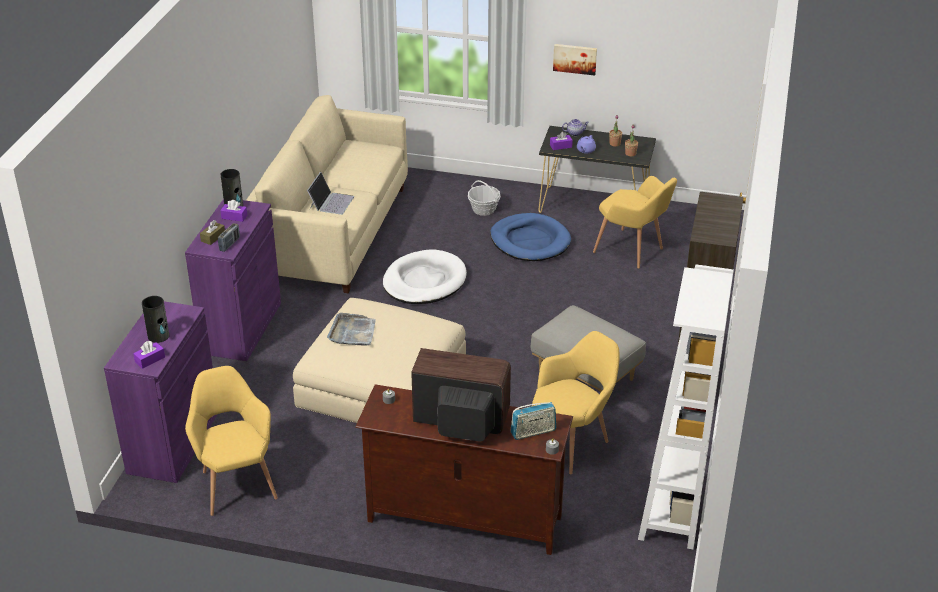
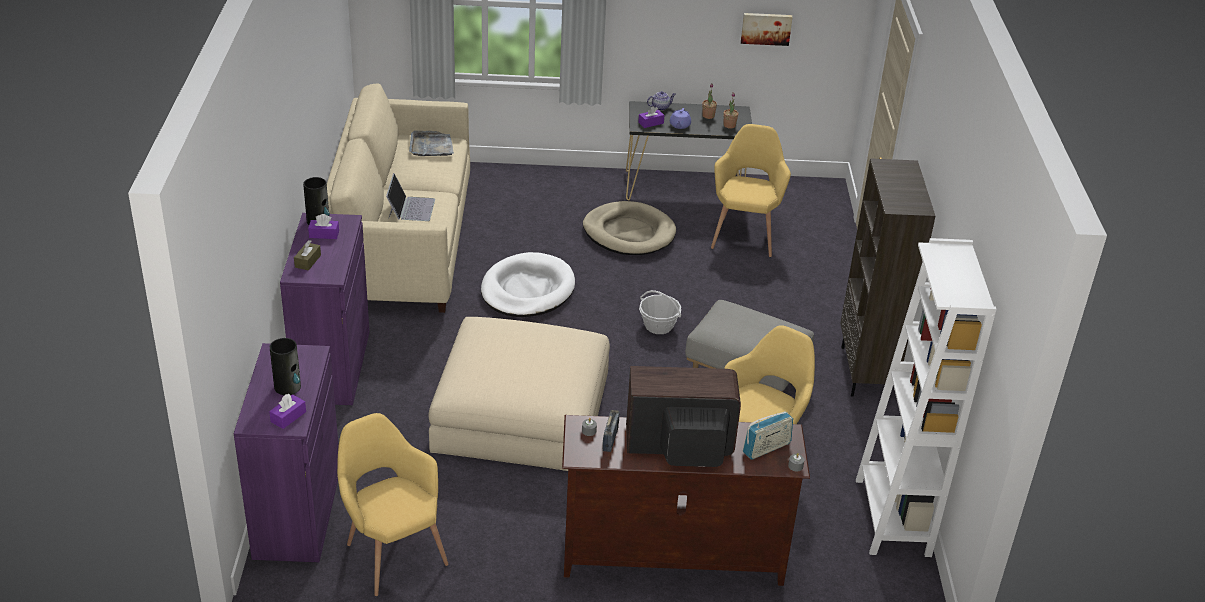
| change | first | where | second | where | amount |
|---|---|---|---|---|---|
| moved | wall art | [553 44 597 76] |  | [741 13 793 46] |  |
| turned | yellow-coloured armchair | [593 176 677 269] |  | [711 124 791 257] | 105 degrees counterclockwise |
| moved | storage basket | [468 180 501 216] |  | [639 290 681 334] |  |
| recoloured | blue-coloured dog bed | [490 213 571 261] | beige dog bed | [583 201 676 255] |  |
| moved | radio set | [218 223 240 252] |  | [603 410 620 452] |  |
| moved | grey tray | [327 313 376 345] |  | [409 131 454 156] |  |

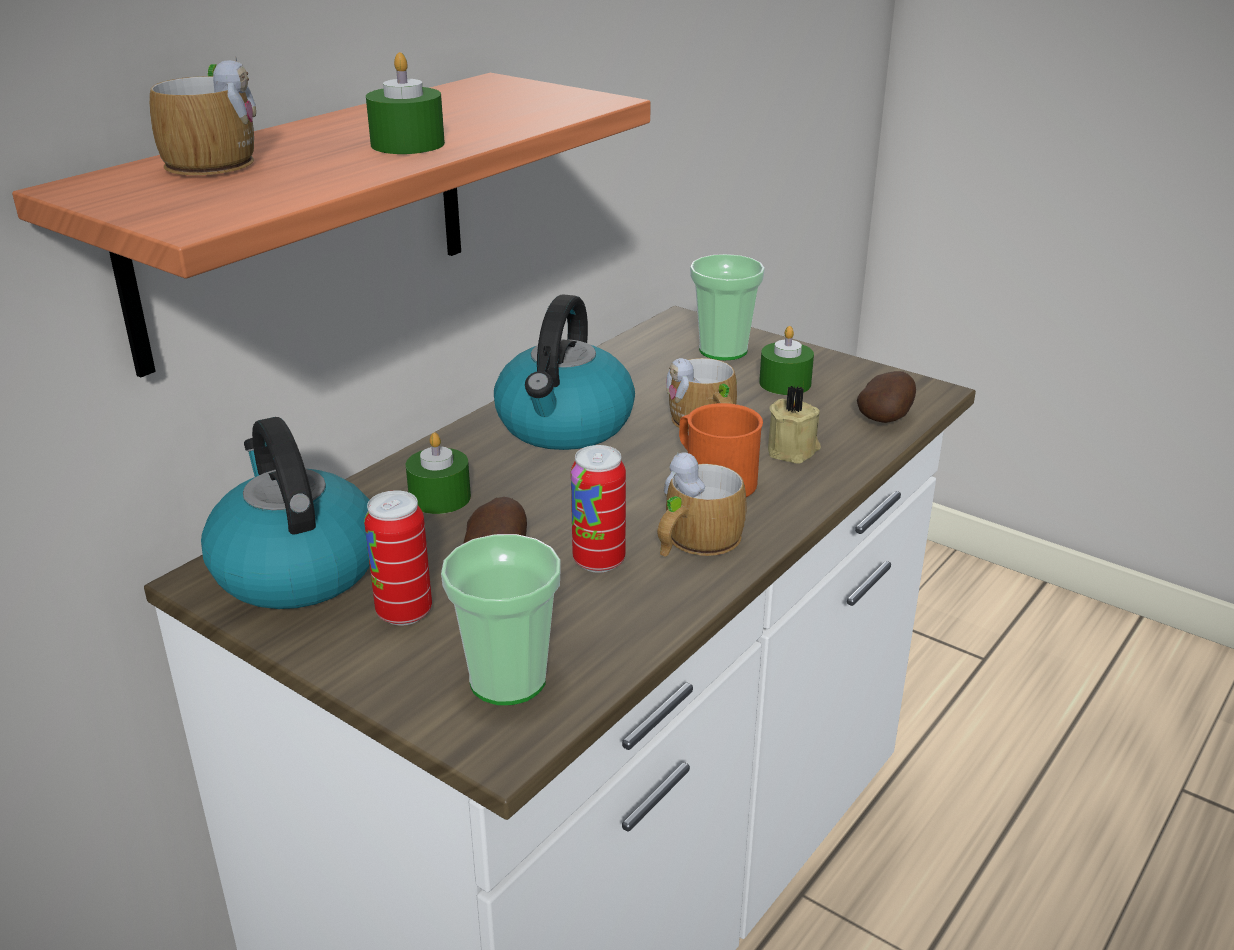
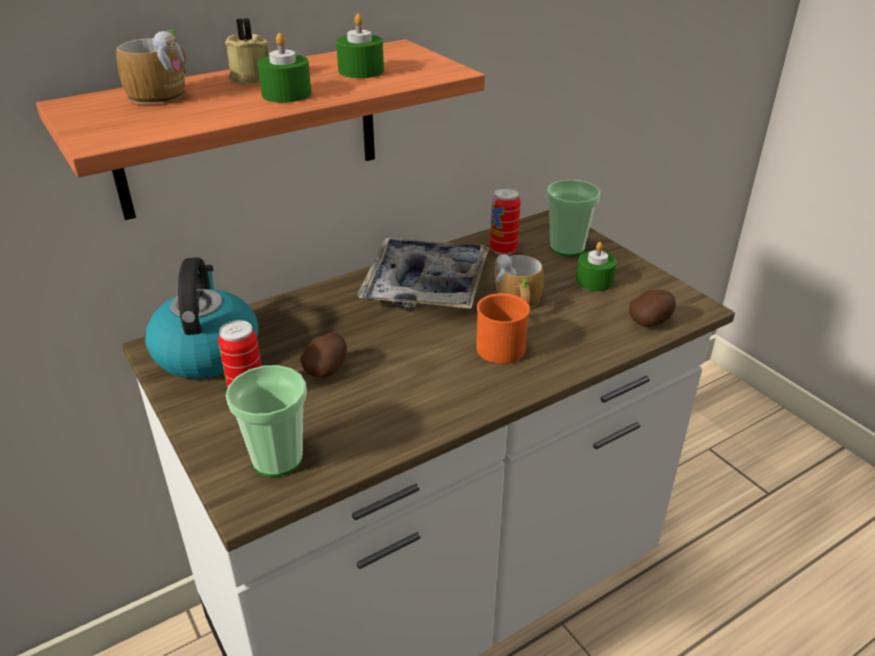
| change | first | where | second | where | amount |
|---|---|---|---|---|---|
| replaced | water kettle | [494 294 635 450] | tray | [357 238 489 309] |  |
| moved | beige candle | [768 385 821 464] |  | [225 18 269 85] |  |
| moved | green-coloured candle | [406 432 471 514] |  | [336 14 384 78] |  |
| moved | can | [571 445 626 573] |  | [490 188 521 255] |  |
| removed | coffee mug | [657 452 746 557] |  |  |  |

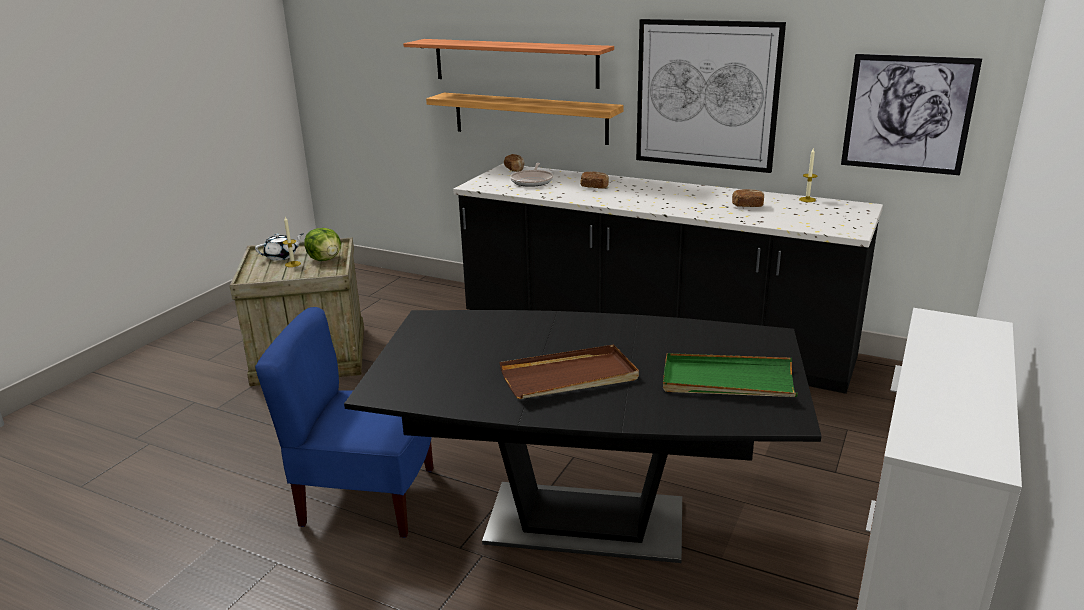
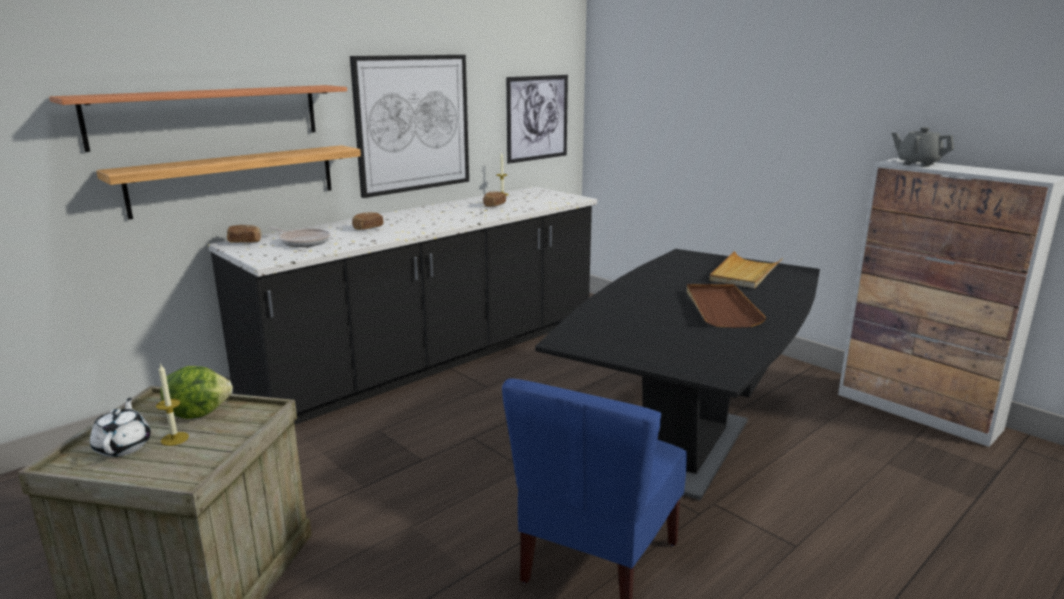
| change | first | where | second | where | amount |
|---|---|---|---|---|---|
| recoloured | green-coloured tray | [663 353 798 397] | beige tray | [710 251 783 288] |  |
| added |  |  | grey pot for tea | [892 127 954 167] |  |

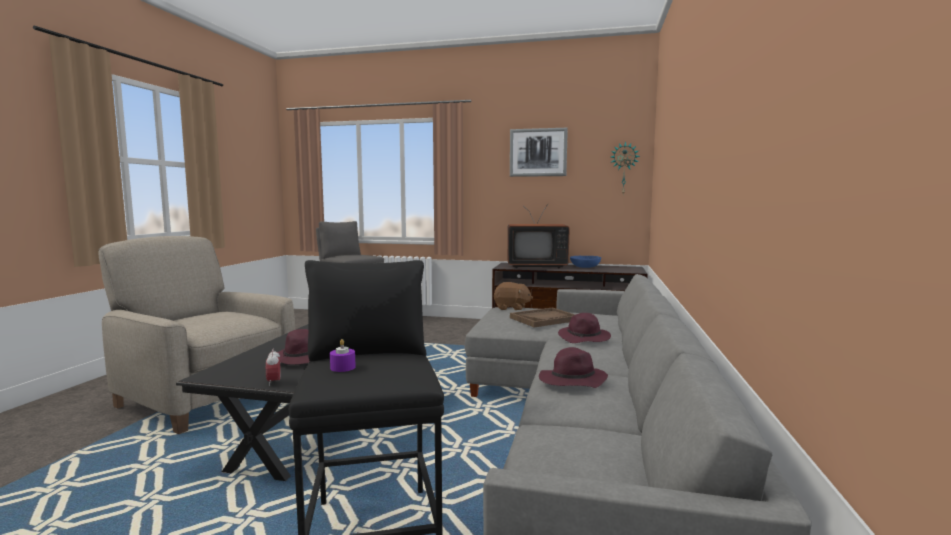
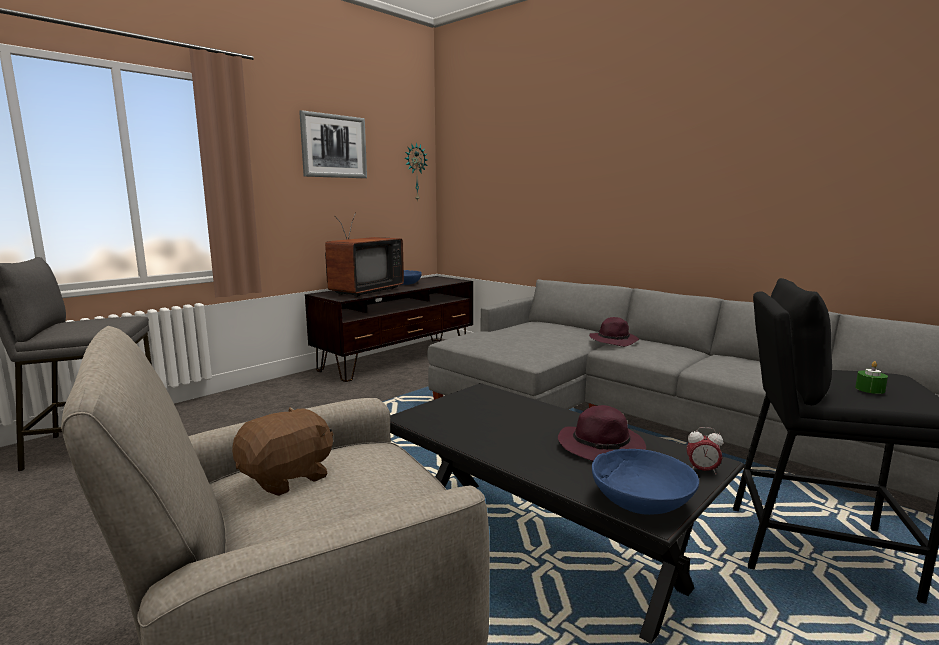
| change | first | where | second | where | amount |
|---|---|---|---|---|---|
| moved | brown-coloured cuddly toy | [494 282 533 310] |  | [232 407 333 496] |  |
| removed | brown-coloured tray | [510 307 575 328] |  |  |  |
| recoloured | purple-coloured candle | [330 339 356 372] | green-coloured candle | [855 361 888 394] |  |
| removed | purple-coloured wearable hat | [539 347 608 388] |  |  |  |
| added |  |  | blue-coloured deep dish | [592 449 699 515] |  |

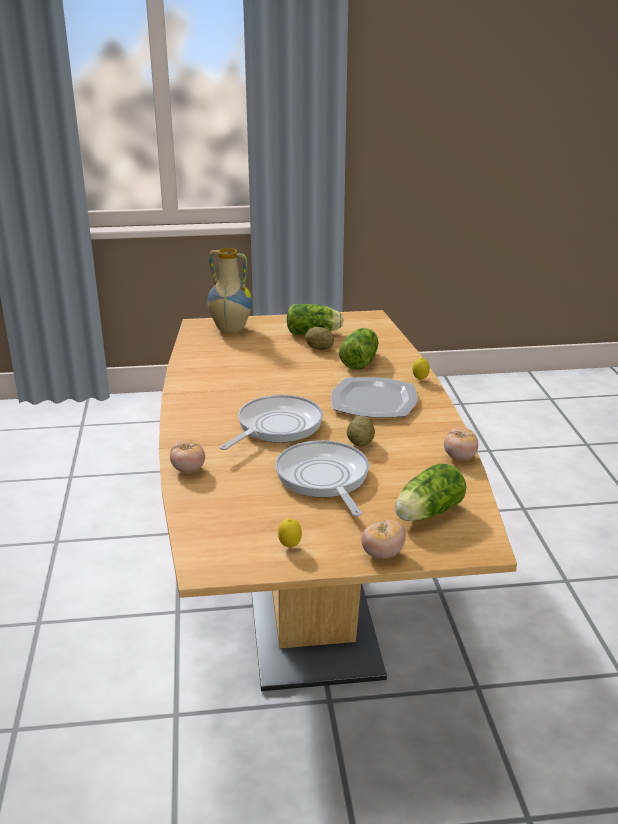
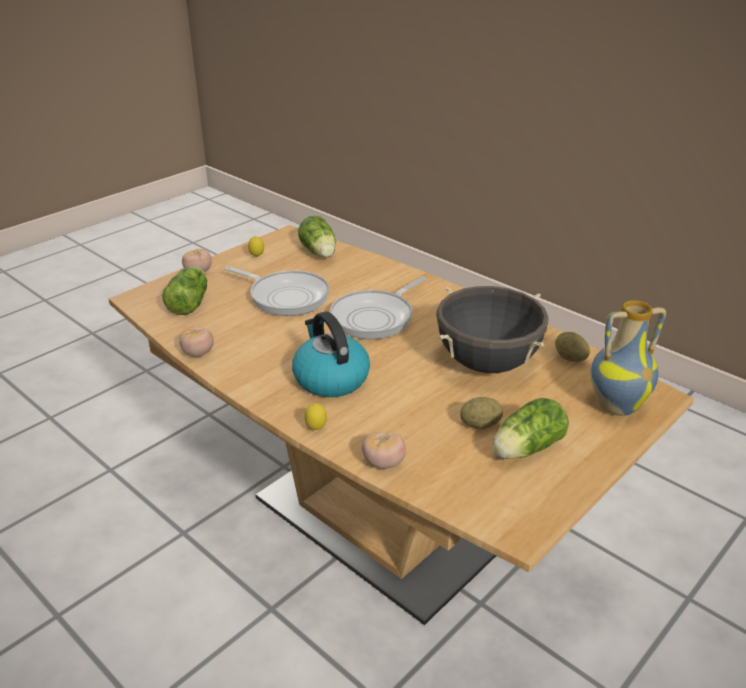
| change | first | where | second | where | amount |
|---|---|---|---|---|---|
| moved | lettuce | [339 328 378 370] |  | [298 215 336 257] |  |
| replaced | plate | [331 377 418 418] | water kettle | [292 312 370 397] |  |
| turned | pan | [220 395 323 450] |  | [330 277 426 339] | 45 degrees clockwise |
| moved | whole potato | [347 416 375 446] |  | [555 332 590 362] |  |
| moved | fresh tomato | [170 439 205 473] |  | [362 432 406 469] |  |
| added |  |  | black-coloured stockpot | [436 286 548 373] |  |

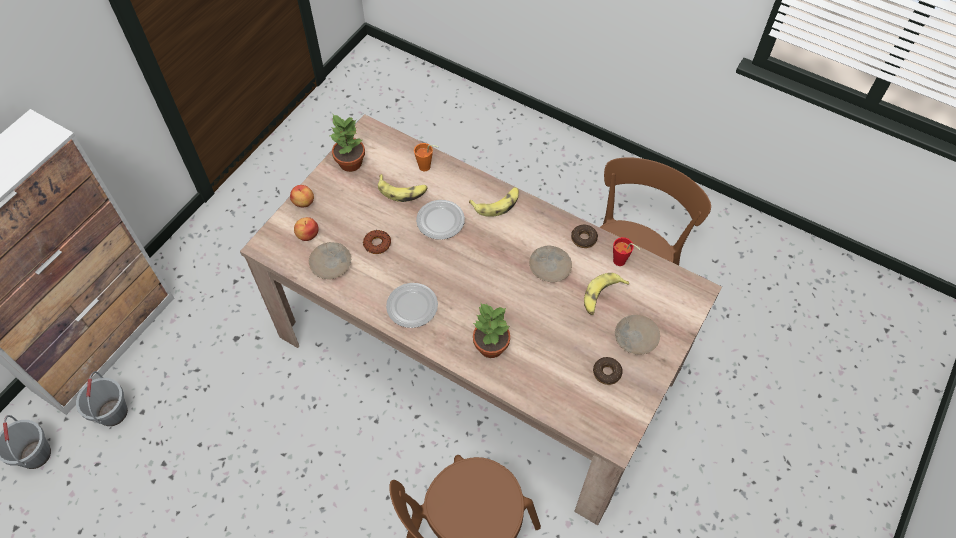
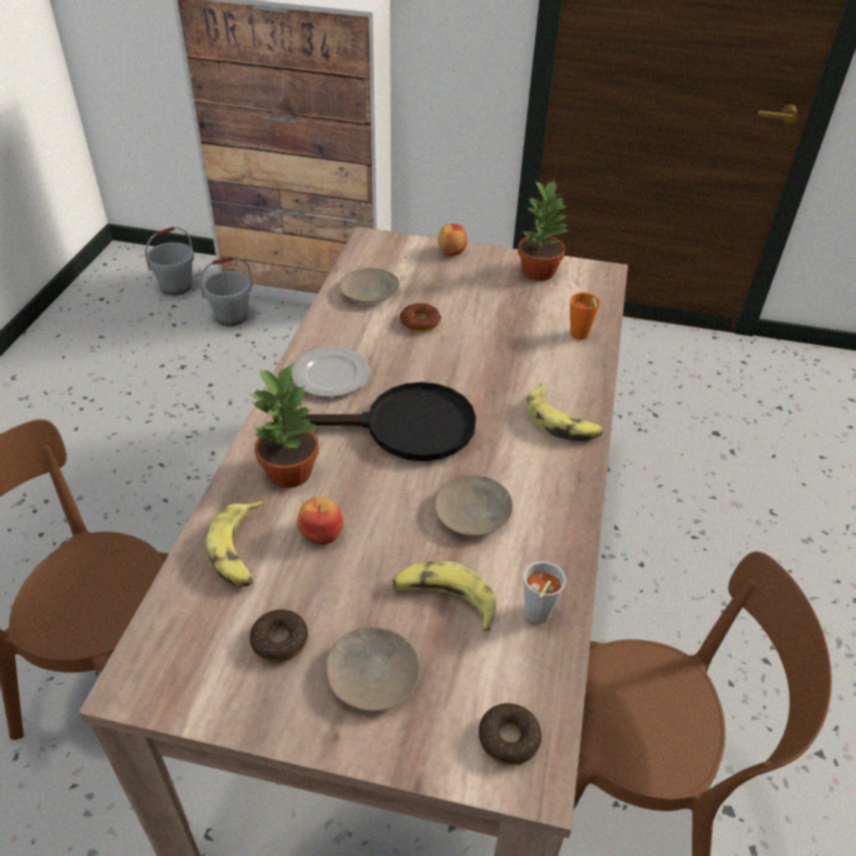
| change | first | where | second | where | amount |
|---|---|---|---|---|---|
| moved | banana | [378 174 427 202] |  | [206 501 264 587] |  |
| removed | plate | [416 200 465 240] |  |  |  |
| moved | apple | [294 217 319 241] |  | [297 497 343 545] |  |
| moved | donut | [571 225 598 248] |  | [479 703 542 766] |  |
| recoloured | red-coloured small cup | [613 237 640 266] | grey small cup | [524 561 566 623] |  |
| added |  |  | black-coloured pan | [273 382 476 461] |  |

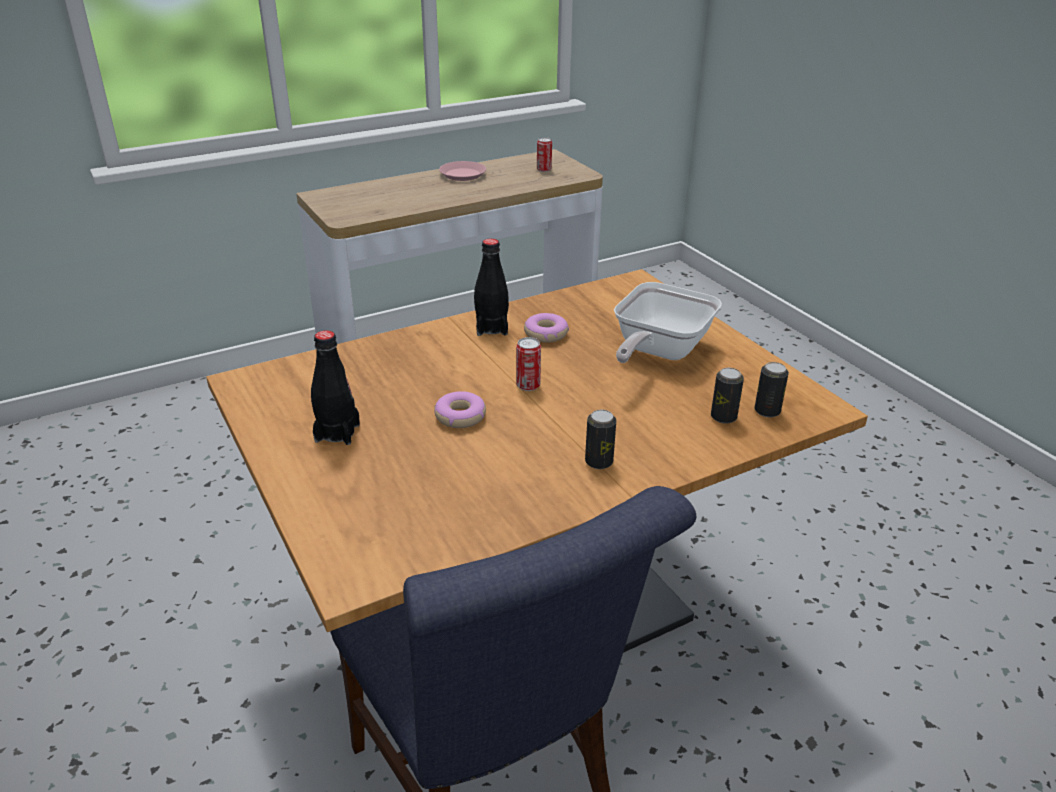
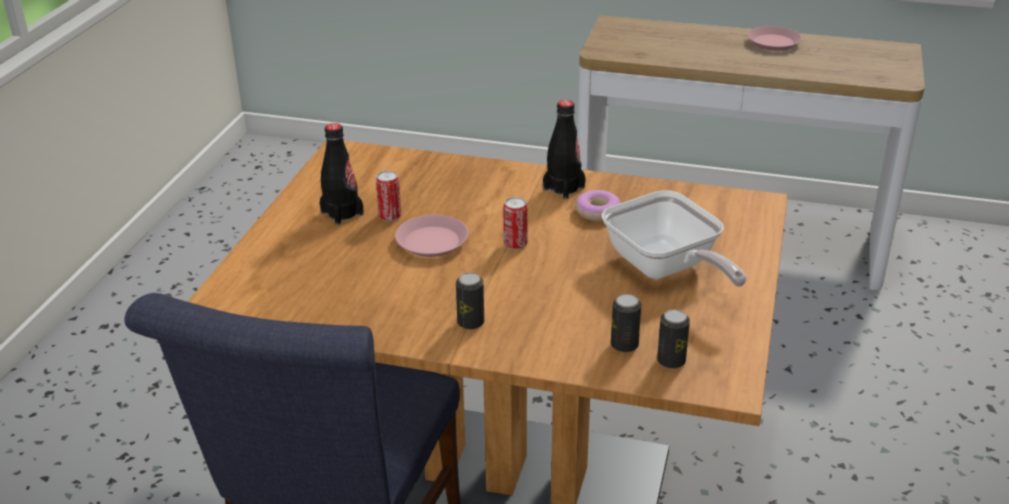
| change | first | where | second | where | amount |
|---|---|---|---|---|---|
| moved | can | [537 137 552 172] |  | [376 171 401 221] |  |
| turned | pan | [614 282 722 363] |  | [602 190 747 287] | 105 degrees counterclockwise |
| replaced | donut | [434 391 486 428] | pinkish plate | [395 215 468 257] |  |

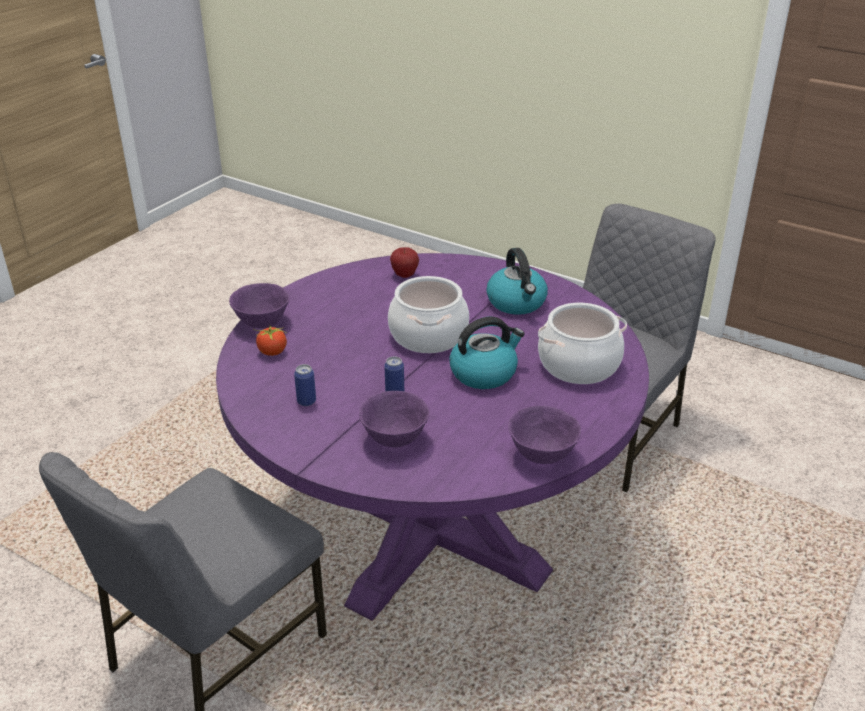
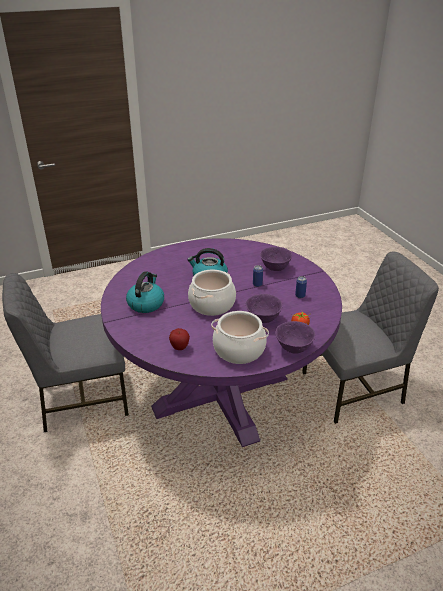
| change | first | where | second | where | amount |
|---|---|---|---|---|---|
| moved | stockpot | [538 303 627 384] |  | [211 311 269 364] |  |
| moved | purple-coloured deep dish | [508 405 581 464] |  | [246 294 283 323] |  |

